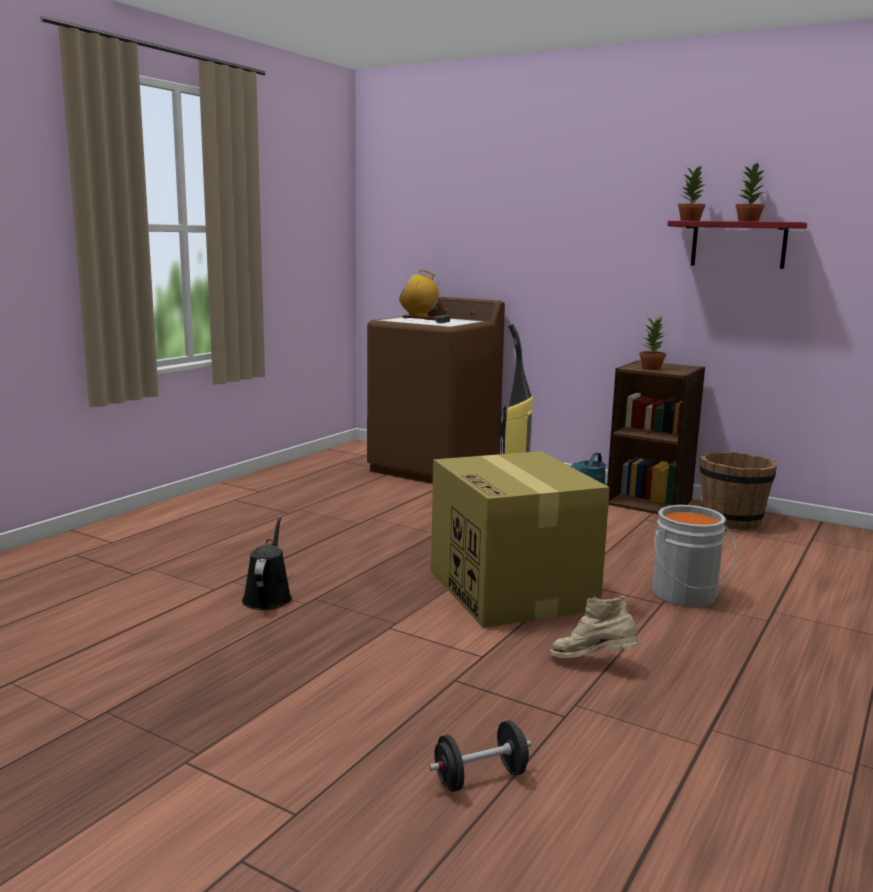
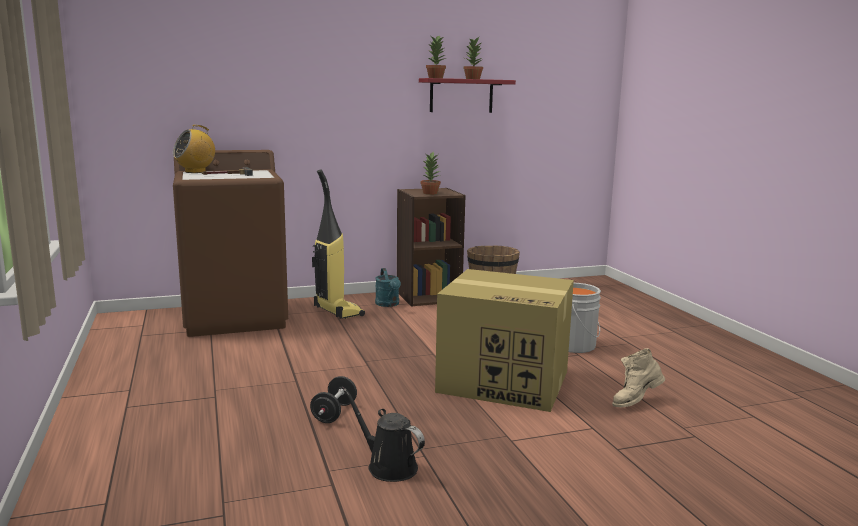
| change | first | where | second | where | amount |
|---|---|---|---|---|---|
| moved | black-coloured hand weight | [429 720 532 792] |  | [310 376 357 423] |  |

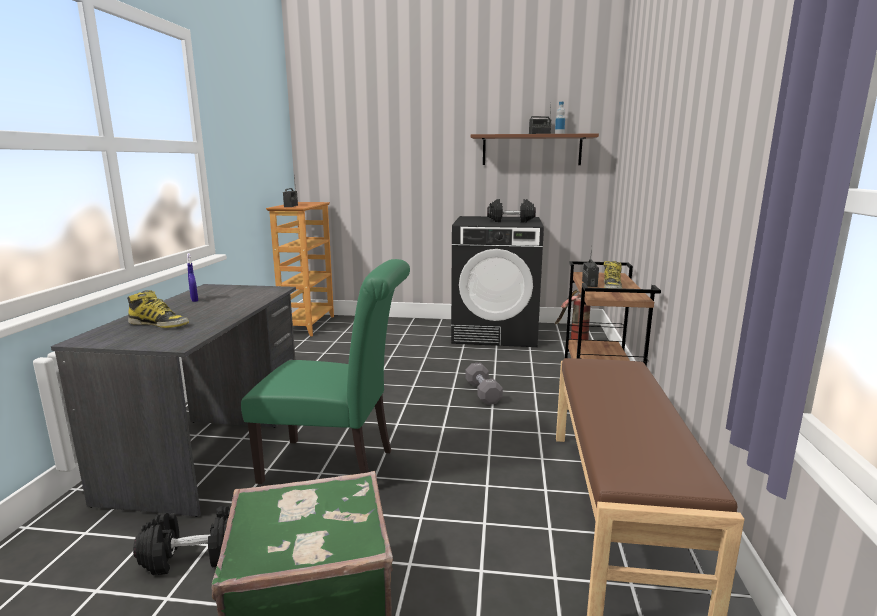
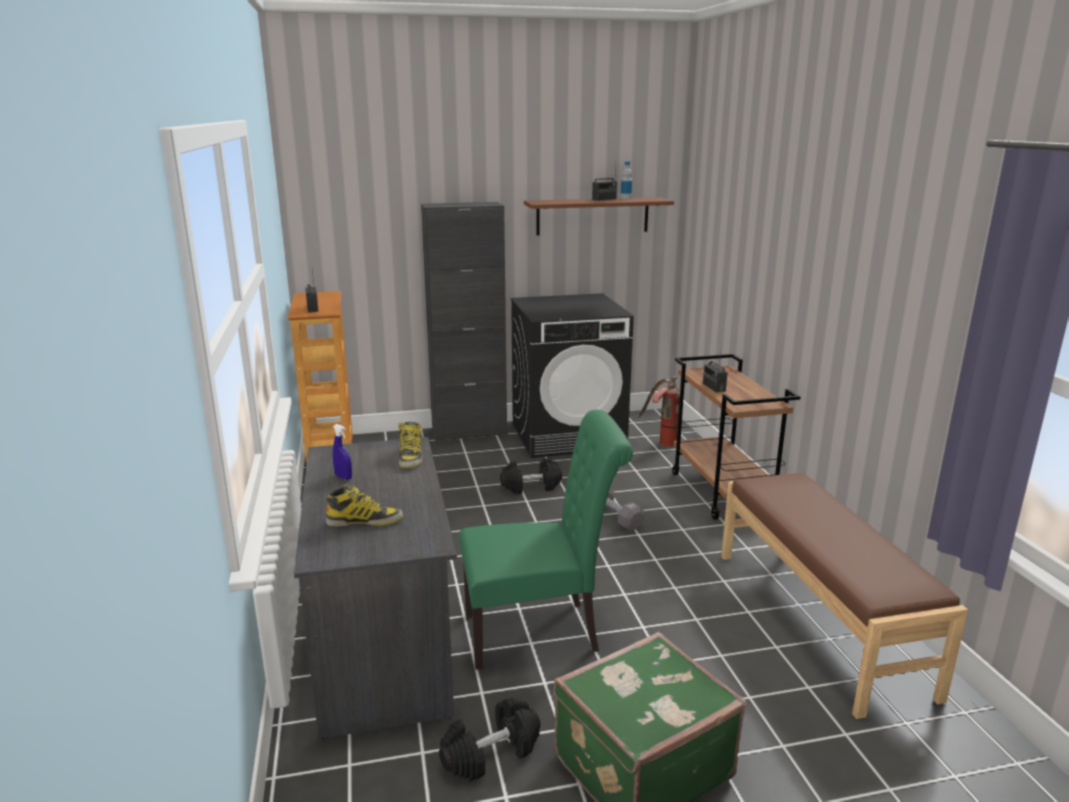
| change | first | where | second | where | amount |
|---|---|---|---|---|---|
| moved | black-coloured hand weight | [487 199 536 223] |  | [500 458 562 494] |  |
| moved | boot | [603 261 622 289] |  | [398 422 422 468] |  |
| added |  |  | black-coloured storage cabinet | [421 202 507 442] |  |

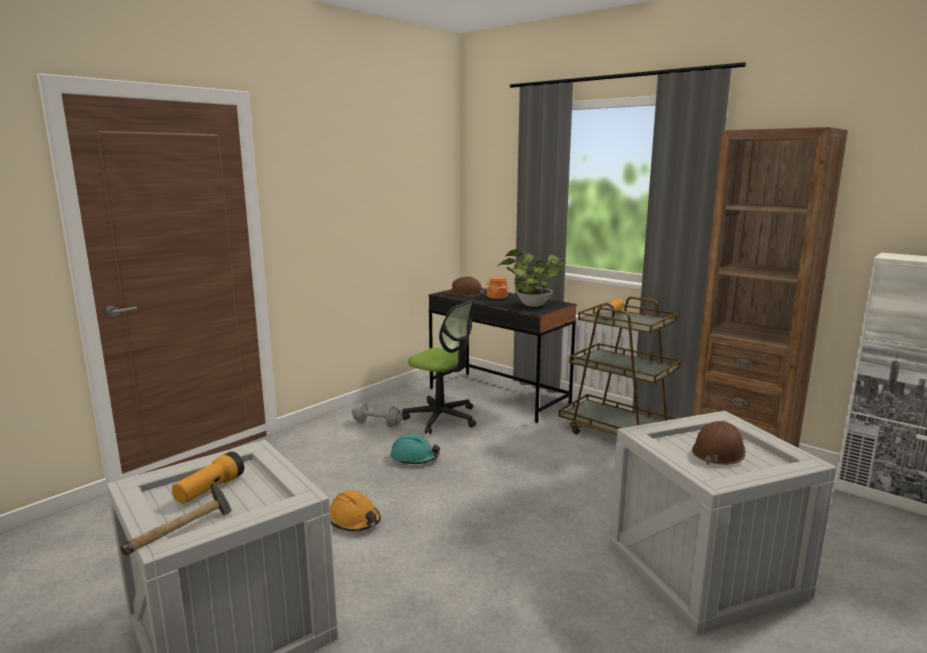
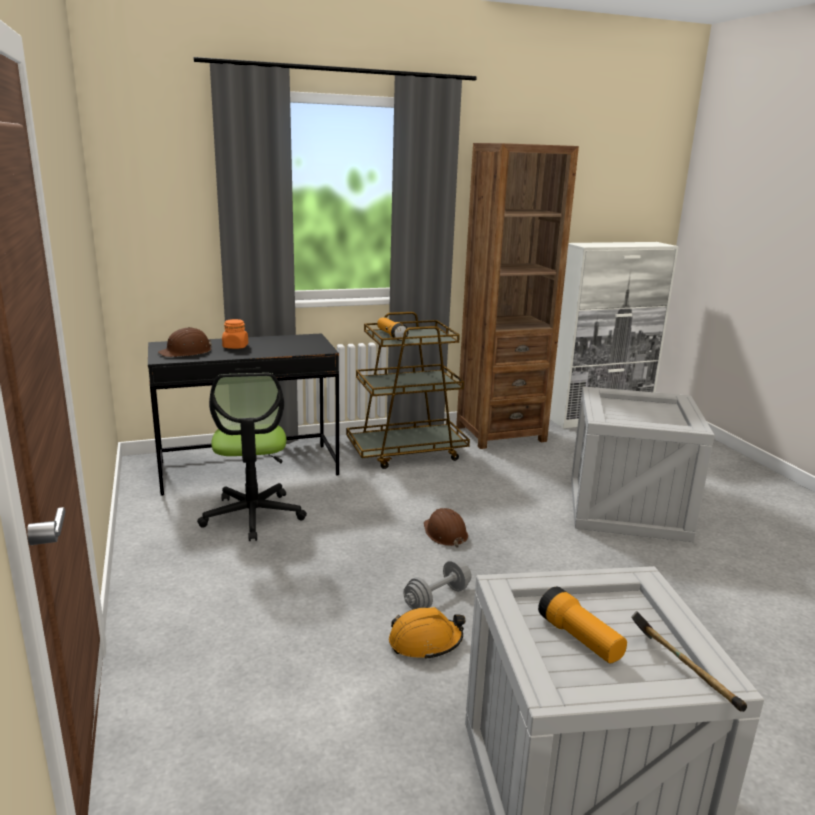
| change | first | where | second | where | amount |
|---|---|---|---|---|---|
| removed | plant in a pot | [497 250 564 307] |  |  |  |
| turned | desk chair | [402 300 476 434] |  | [197 373 307 541] | 105 degrees clockwise |
| moved | grey hand weight | [352 403 403 427] |  | [403 560 472 609] |  |
| moved | brown-coloured safety helmet | [692 421 745 465] |  | [424 508 468 547] |  |
| removed | turquoise-coloured safety helmet | [391 434 440 465] |  |  |  |

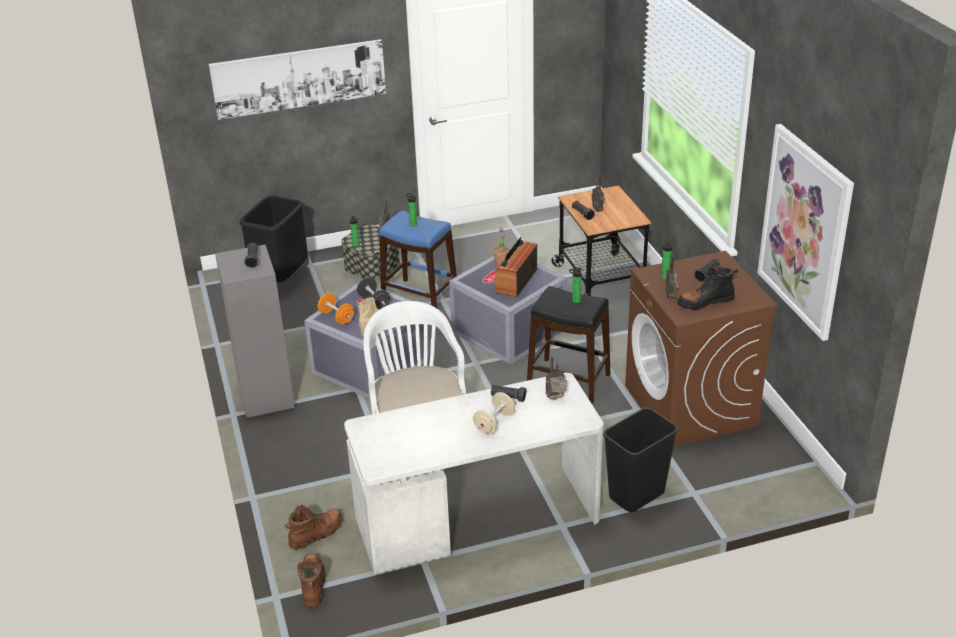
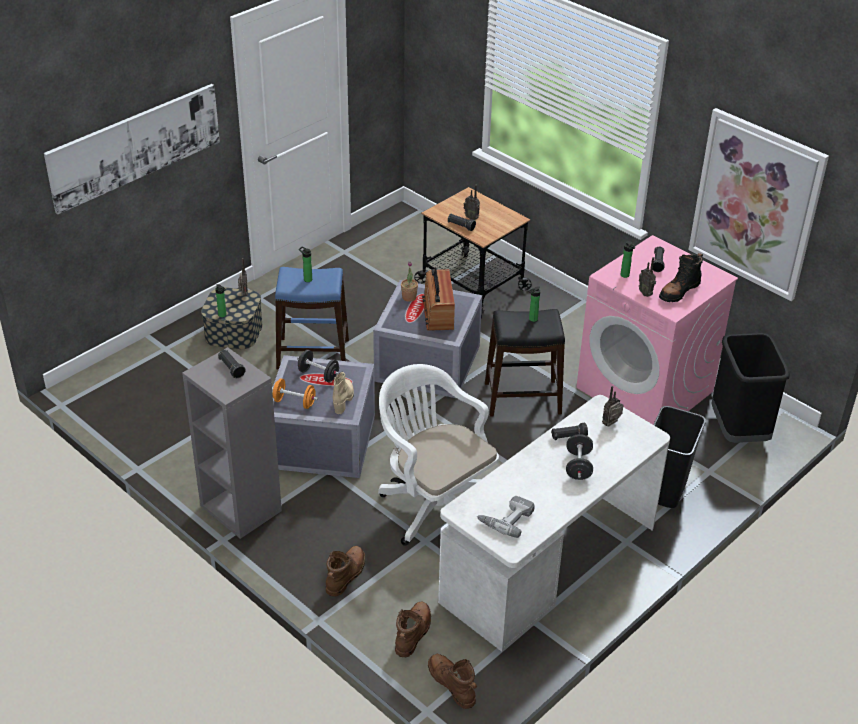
| change | first | where | second | where | amount |
|---|---|---|---|---|---|
| moved | black-coloured trash can | [240 196 309 289] |  | [712 333 790 443] |  |
| recoloured | brown-coloured laundry appliance | [625 251 778 446] | pinkish laundry appliance | [576 235 738 424] |  |
| recoloured | beige hand weight | [473 392 515 435] | black-coloured hand weight | [566 434 593 480] |  |
| added |  |  | power drill | [477 496 535 538] |  |
| added |  |  | brown-coloured boot | [326 546 365 597] |  |

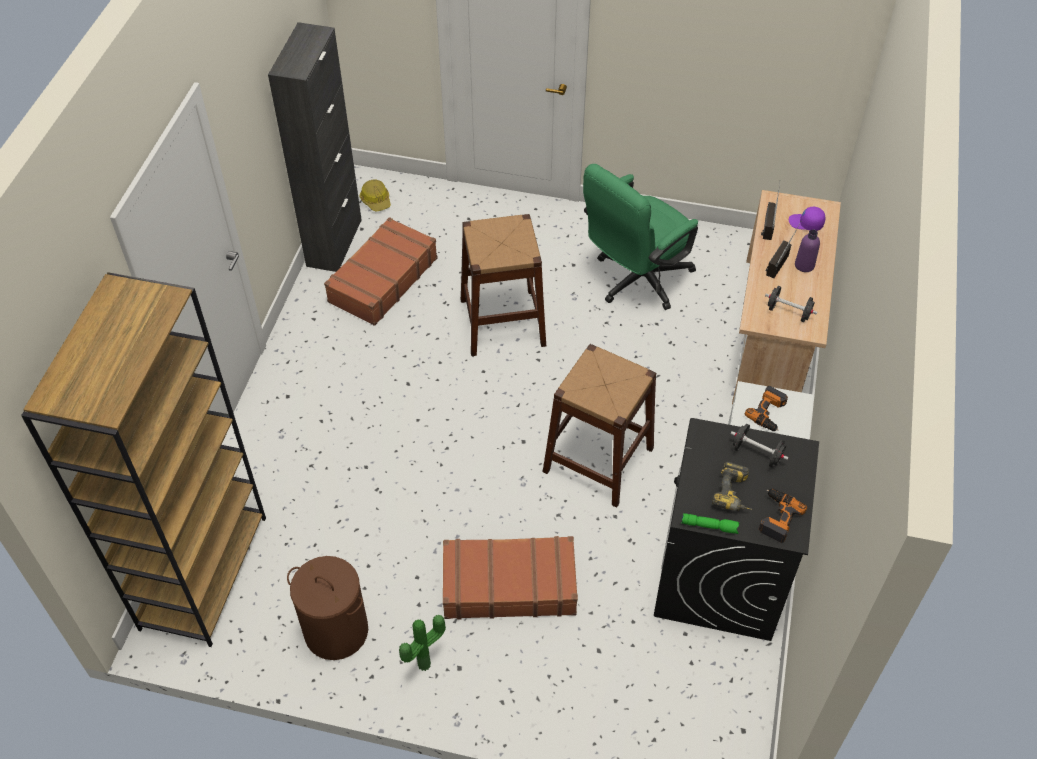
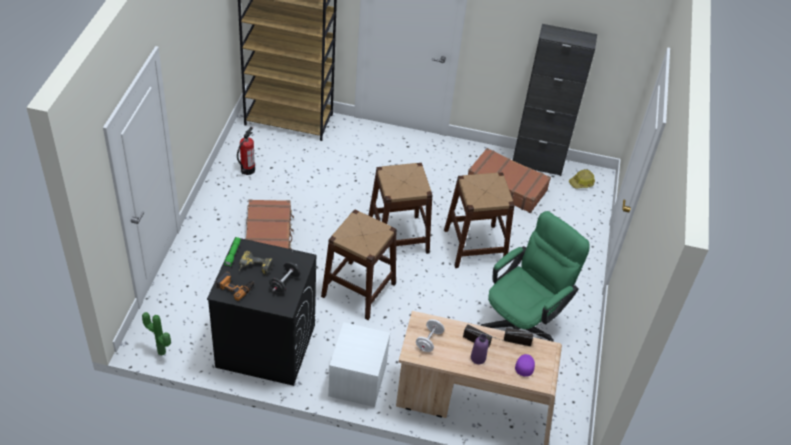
| change | first | where | second | where | amount |
|---|---|---|---|---|---|
| turned | green-coloured desk chair | [583 164 698 310] |  | [480 211 590 342] | 90 degrees clockwise |
| recoloured | black-coloured hand weight | [765 286 818 322] | white-coloured hand weight | [416 319 444 352] |  |
| removed | power drill | [745 386 788 431] |  |  |  |
| replaced | brown-coloured washing basket | [287 556 368 660] | extinguisher | [237 127 255 175] |  |
| moved | plant in a pot | [399 615 446 671] |  | [142 312 171 355] |  |
| added |  |  | brown-coloured sitting stool | [368 163 433 254] |  |

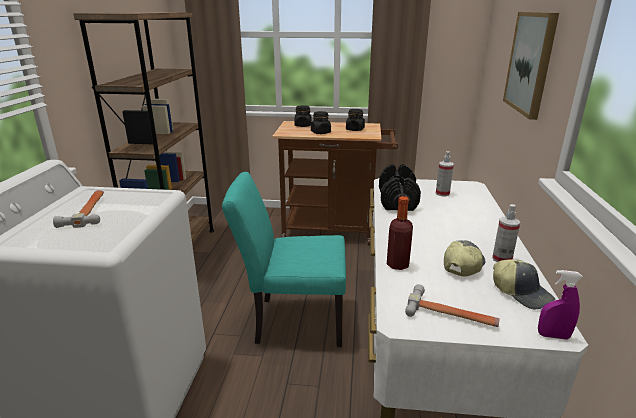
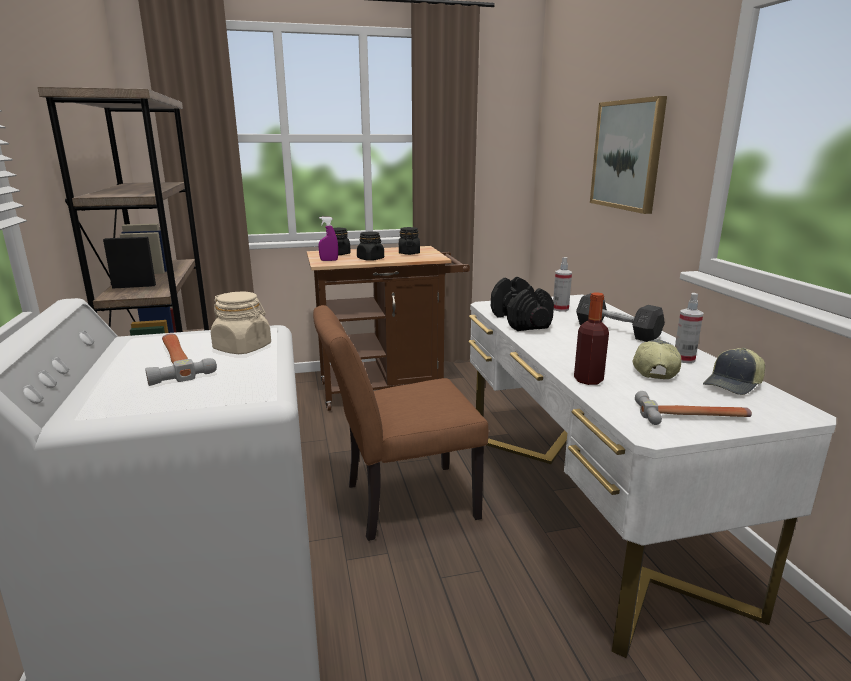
| change | first | where | second | where | amount |
|---|---|---|---|---|---|
| recoloured | turquoise-coloured plain chair | [222 172 346 347] | brown-coloured plain chair | [313 305 488 541] |  |
| turned | baseball cap | [493 259 556 310] |  | [703 348 765 395] | 105 degrees clockwise |
| moved | purple-coloured spray bottle | [538 270 583 340] |  | [318 217 338 261] |  |
| added |  |  | beige jar | [211 292 271 354] |  |
| added |  |  | grey hand weight | [576 293 665 342] |  |

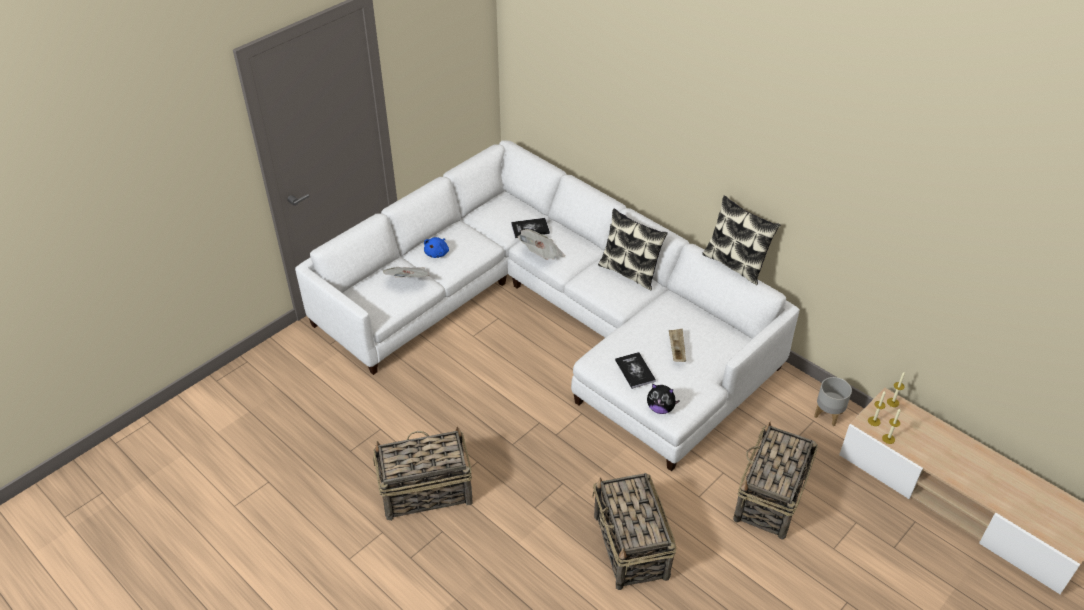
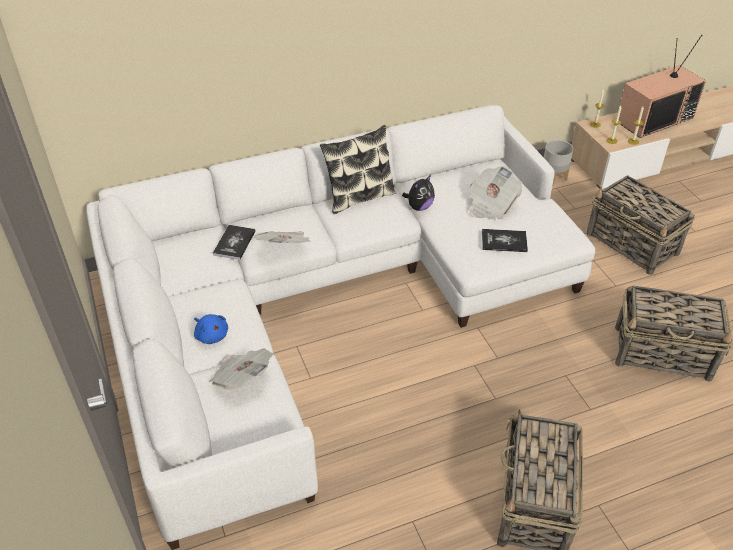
| change | first | where | second | where | amount |
|---|---|---|---|---|---|
| removed | cushion | [702 195 780 285] |  |  |  |
| replaced | beige tray | [669 328 686 362] | newspaper | [468 166 522 220] |  |
| moved | cuddly toy | [647 383 680 414] |  | [402 175 435 211] |  |
| added |  |  | television | [616 35 706 138] |  |

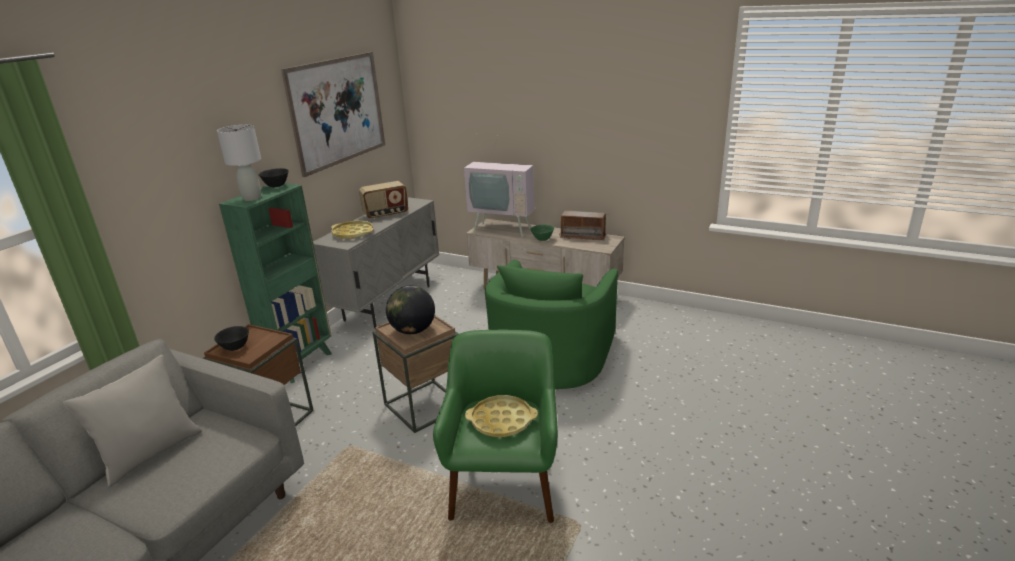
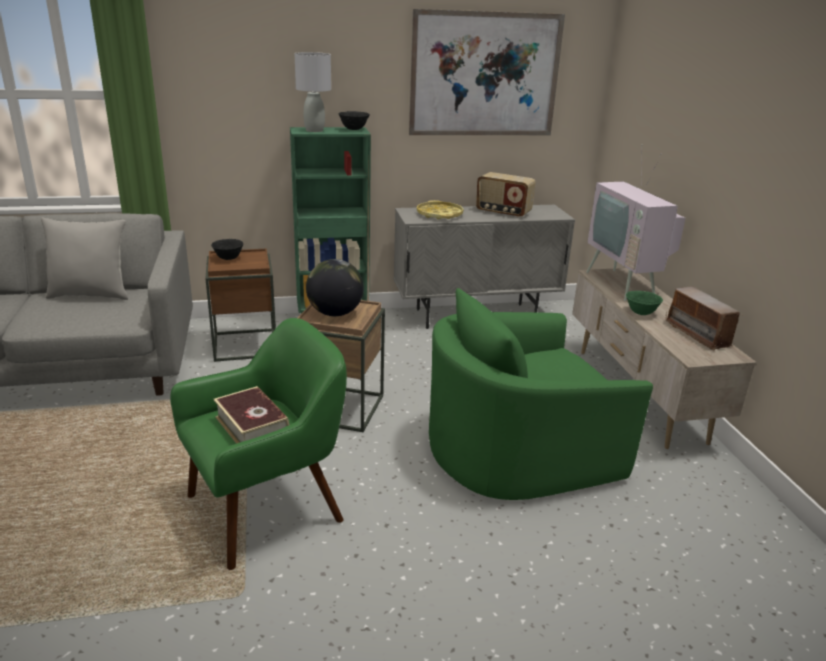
| change | first | where | second | where | amount |
|---|---|---|---|---|---|
| replaced | yellow-coloured tray | [465 395 538 437] | book | [214 386 289 444] |  |

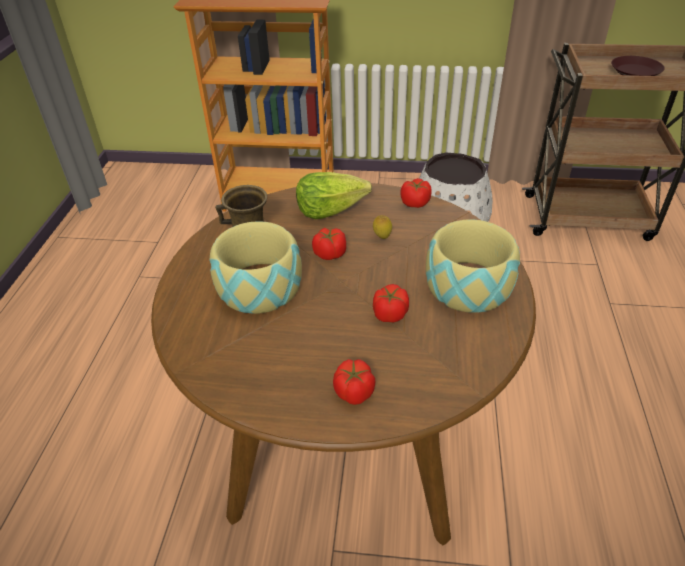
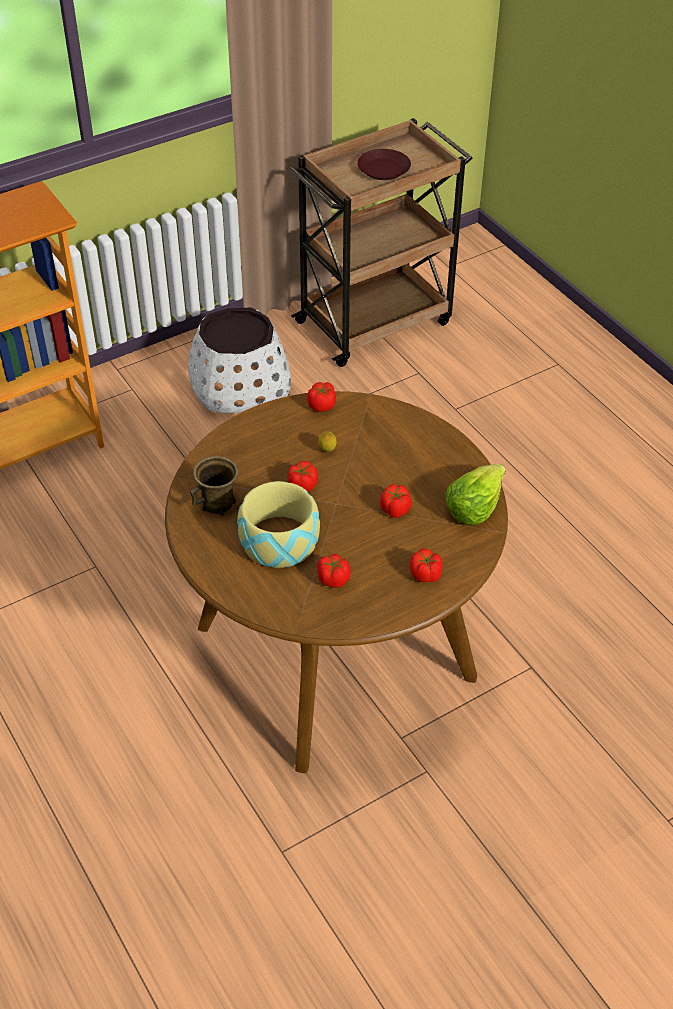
| change | first | where | second | where | amount |
|---|---|---|---|---|---|
| moved | lettuce | [296 172 372 219] |  | [446 464 506 526] |  |
| removed | deep dish | [426 219 520 312] |  |  |  |
| added |  |  | fresh tomato | [317 554 350 588] |  |

